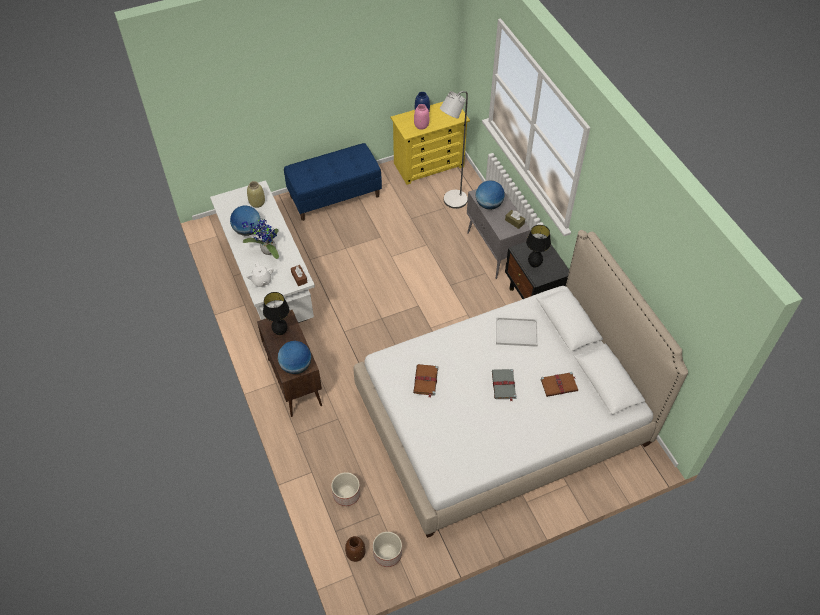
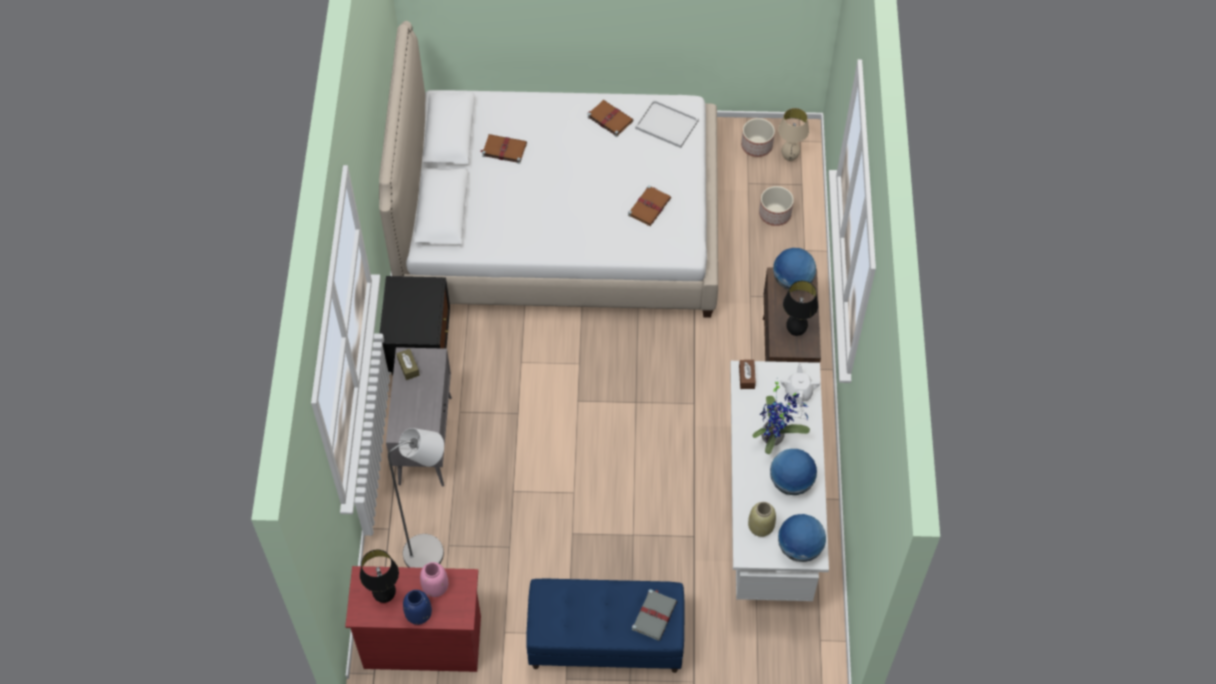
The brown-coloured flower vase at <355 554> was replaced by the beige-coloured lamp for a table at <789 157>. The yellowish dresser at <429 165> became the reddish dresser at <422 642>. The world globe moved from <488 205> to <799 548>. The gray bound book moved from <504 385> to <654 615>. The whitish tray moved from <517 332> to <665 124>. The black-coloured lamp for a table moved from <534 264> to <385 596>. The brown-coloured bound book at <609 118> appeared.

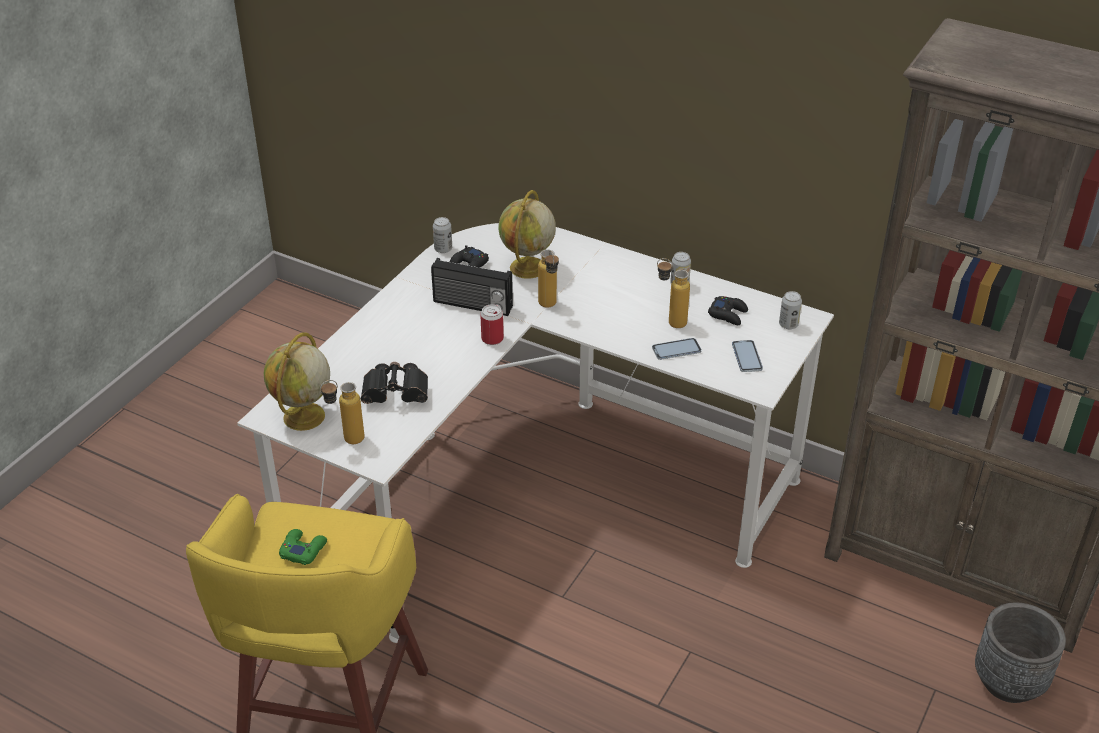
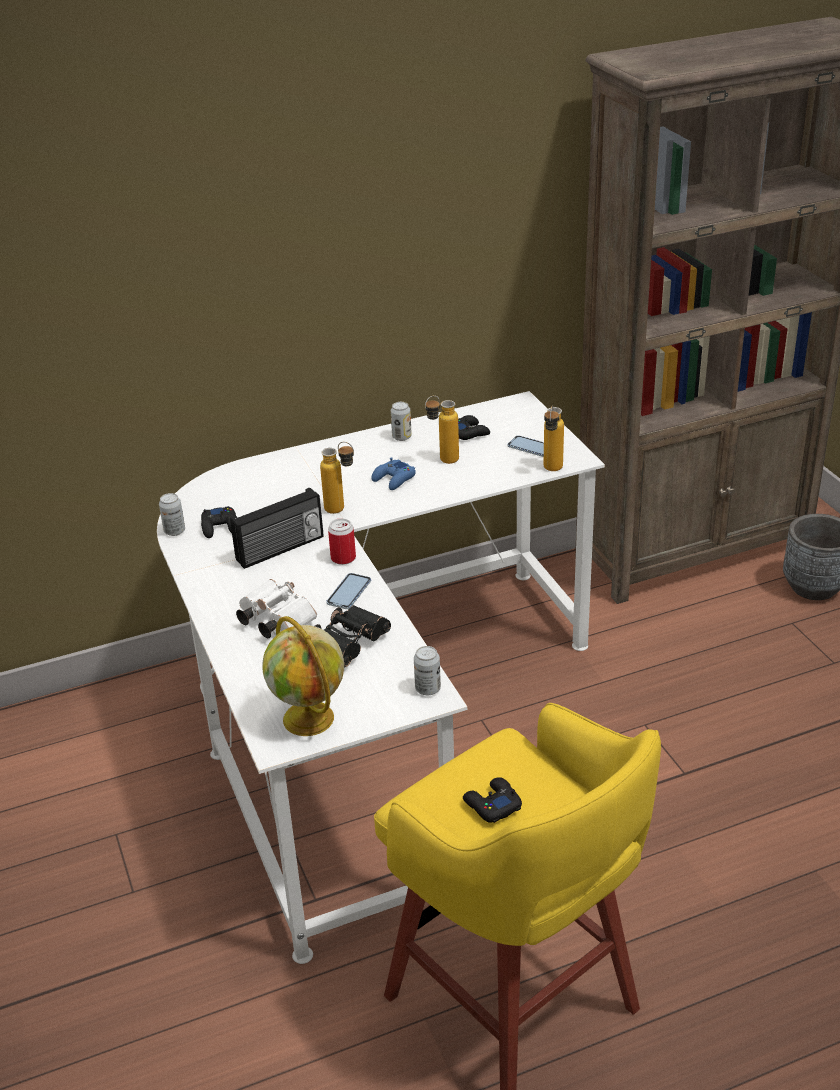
The green game controller at <303 550> became the black-coloured game controller at <492 805>. The beverage bottle moved from <346 441> to <551 471>. The world globe at <527 268> disappeared. The phone moved from <676 350> to <349 592>. The can moved from <788 324> to <428 689>. The whitish binoculars at <274 620> appeared. The bluish game controller at <394 479> appeared.

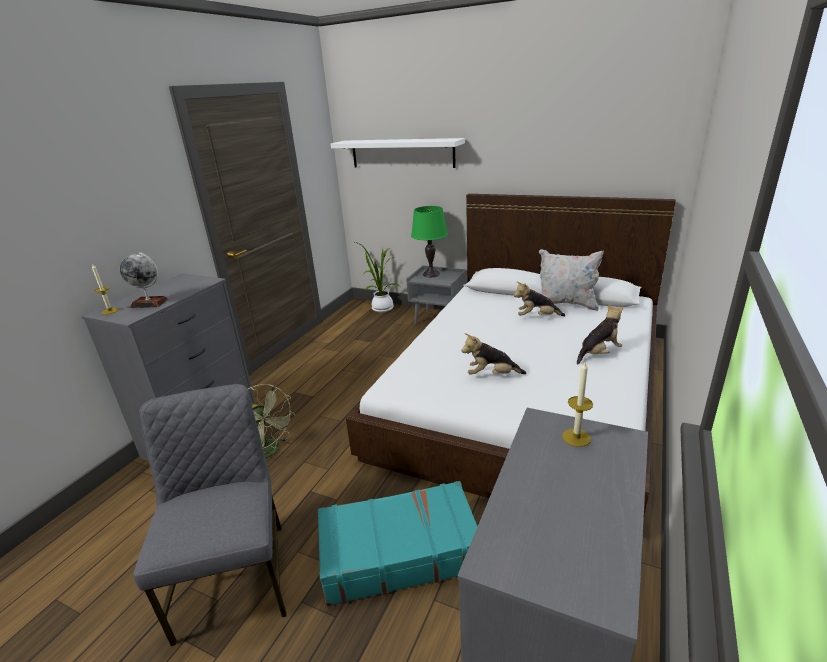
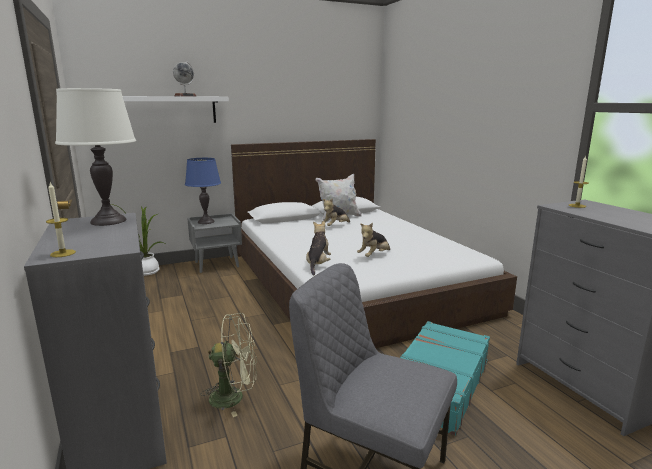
The world globe moved from <149 303> to <185 96>. The green lamp for a table at <431 274> became the bluish lamp for a table at <206 222>. The soft toy moved from <598 353> to <318 265>. The whitish lamp for a table at <108 221> appeared.

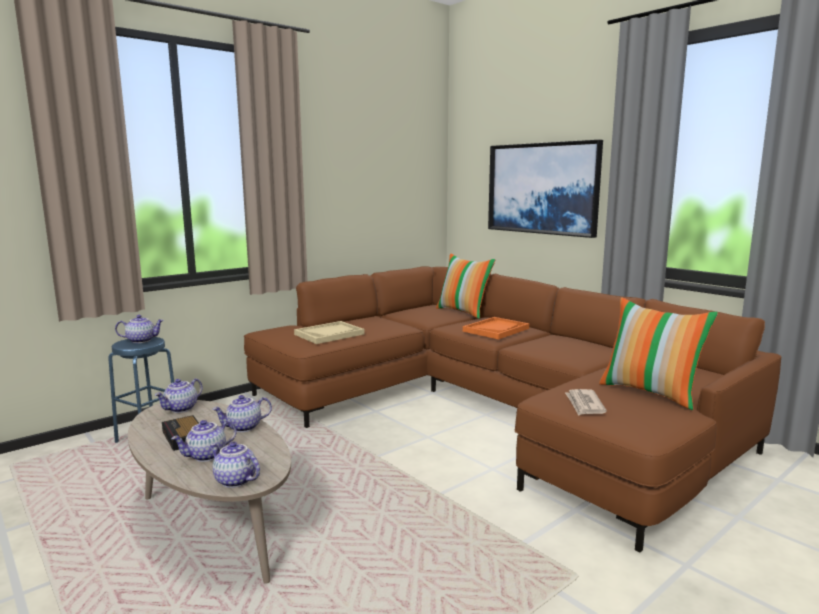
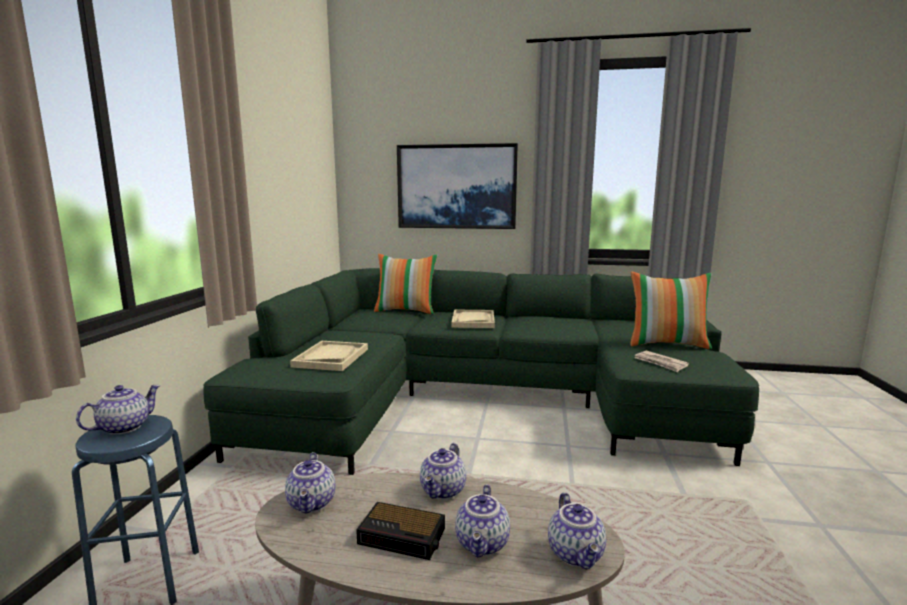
The tea pot at <234 481> turned 90 degrees counterclockwise. The brown-coloured settee at <487 409> became the green settee at <480 397>. The orangey tray at <496 330> became the beige-coloured tray at <473 320>.

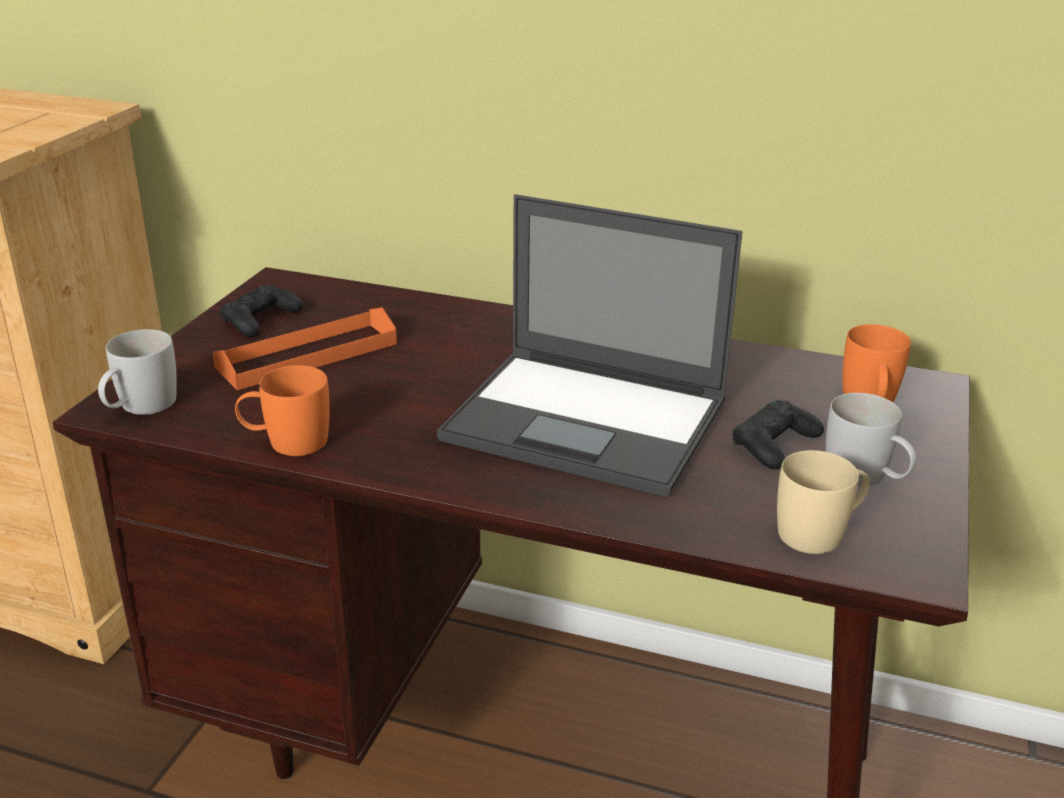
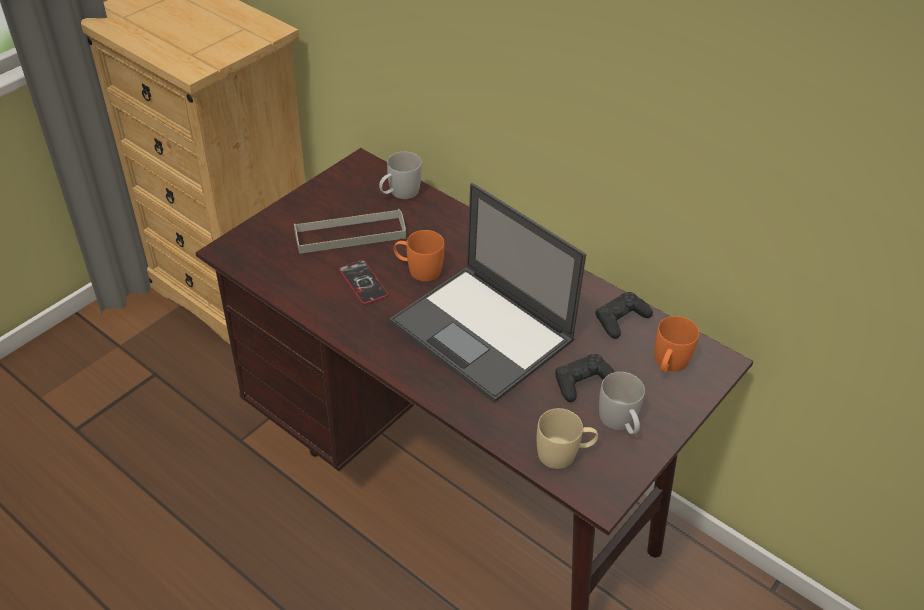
The whitish coffee mug moved from <140 407> to <399 193>. The orangey tray at <307 355> became the gray tray at <350 235>. The black-coloured game controller moved from <260 320> to <621 319>. The orangey coffee mug moved from <286 442> to <418 269>. The phone at <363 283> appeared.

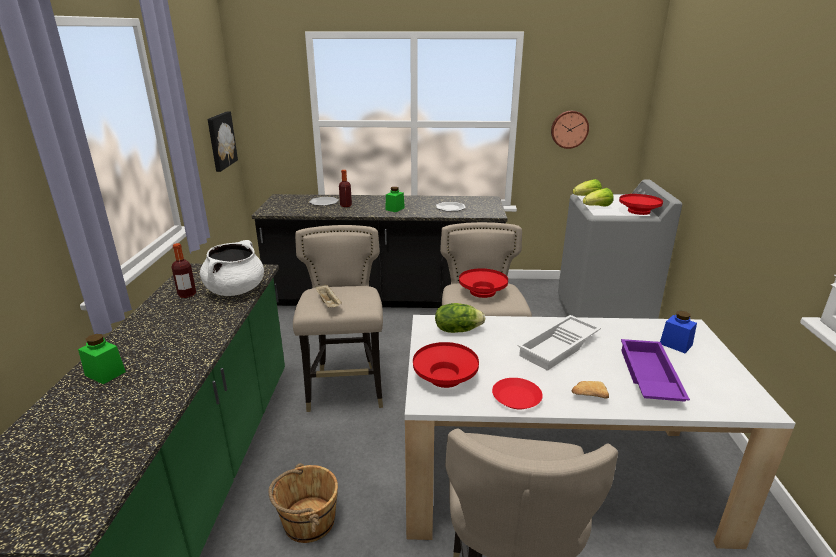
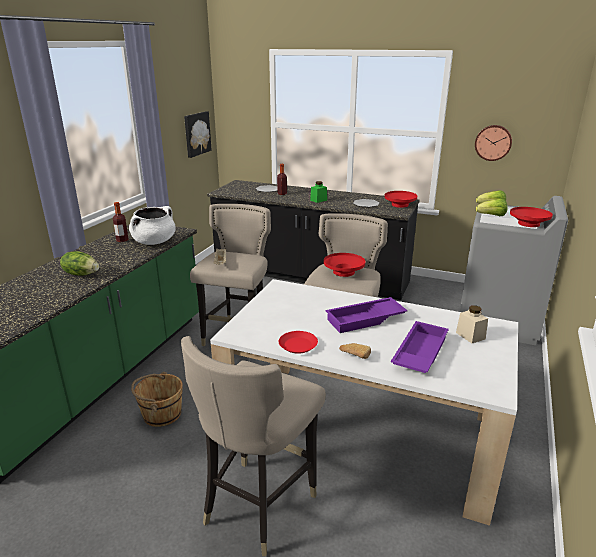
The green storage jar at <105 373> disappeared. The reddish deep dish moved from <445 377> to <399 205>. The lettuce moved from <457 330> to <81 274>. The whitish tray at <559 347> became the purple-coloured tray at <365 320>. The bluish storage jar at <675 344> became the beige-coloured storage jar at <470 336>.

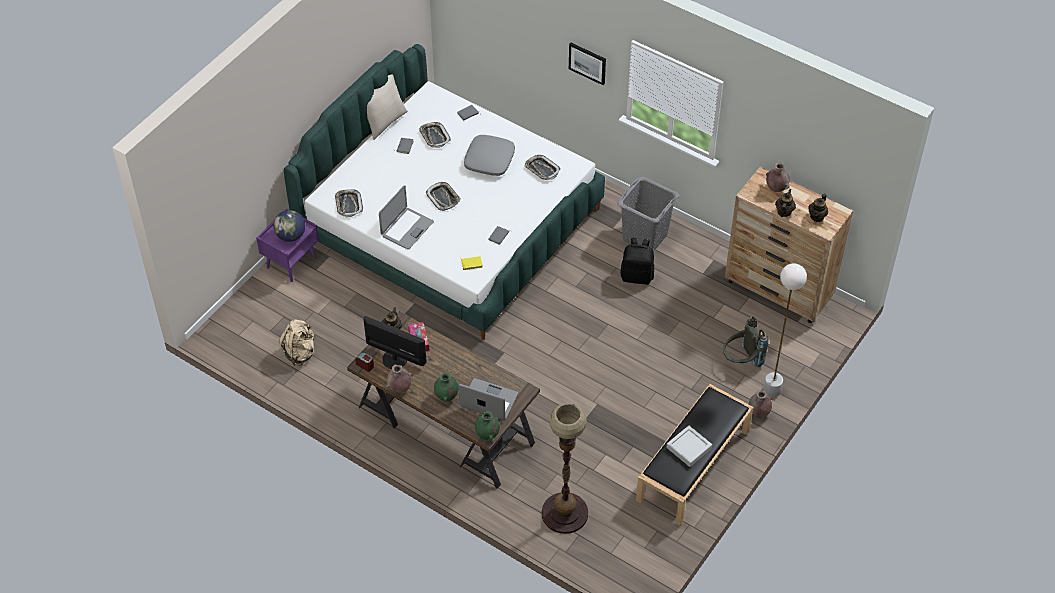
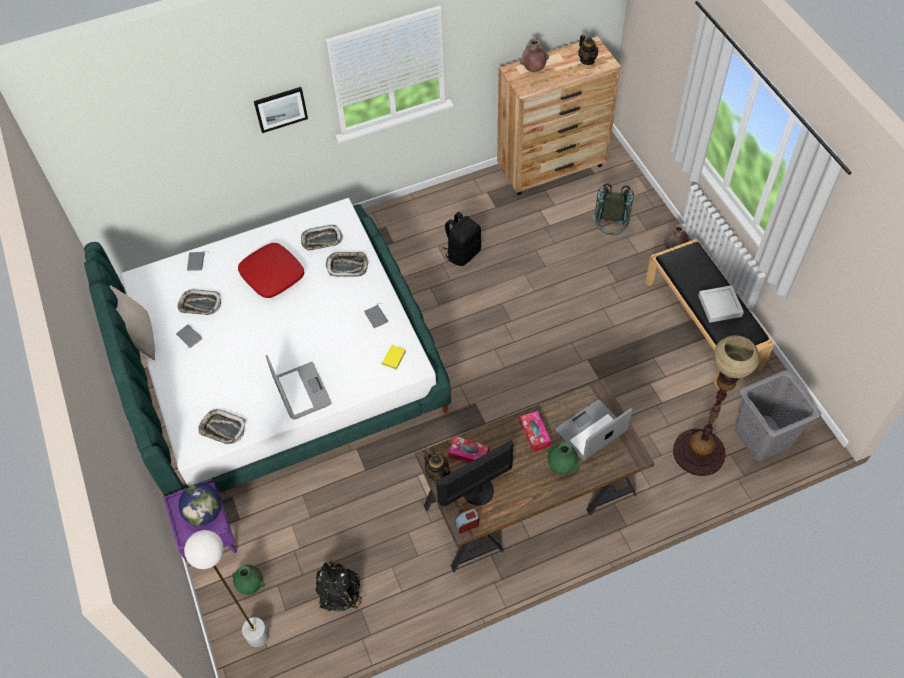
The beige-coloured knapsack at <300 353> became the black-coloured knapsack at <339 593>. The brown-coloured flower vase at <399 388> disappeared. The tray moved from <443 198> to <347 266>. The gray cushion at <489 160> became the reddish cushion at <272 275>. The green flower vase moved from <487 435> to <251 585>. The gray hamper moved from <645 237> to <763 438>. The whitish standard lamp moved from <772 390> to <257 636>. The tea pot at <784 212> disappeared. The tissue holder at <534 434> appeared.

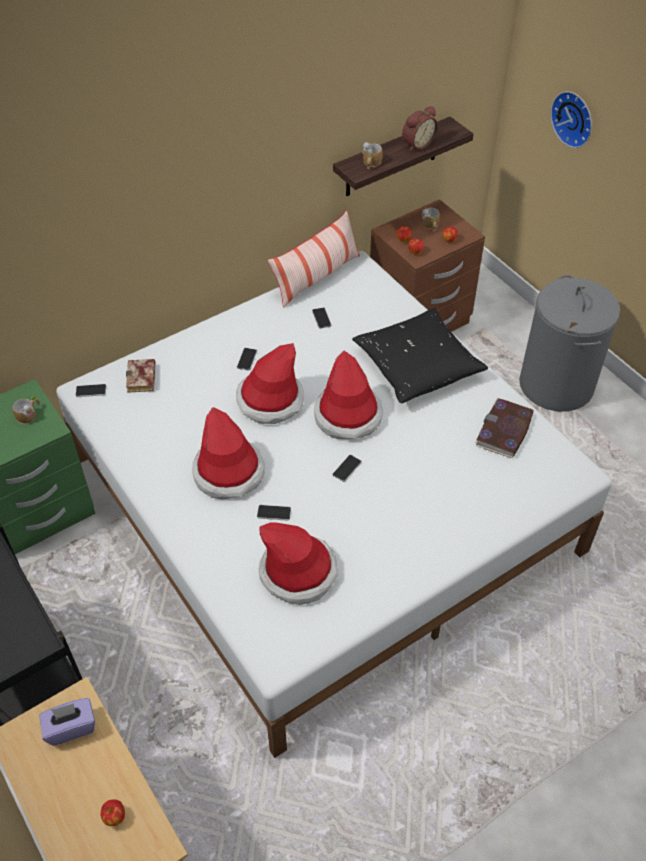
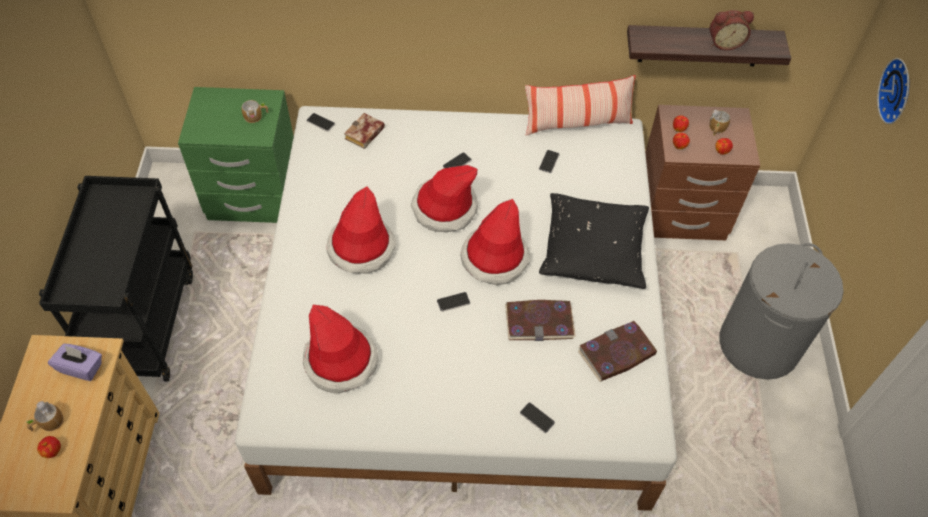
The phone moved from <274 513> to <537 418>. The coffee mug moved from <371 163> to <47 423>. The bound book at <539 322> appeared.

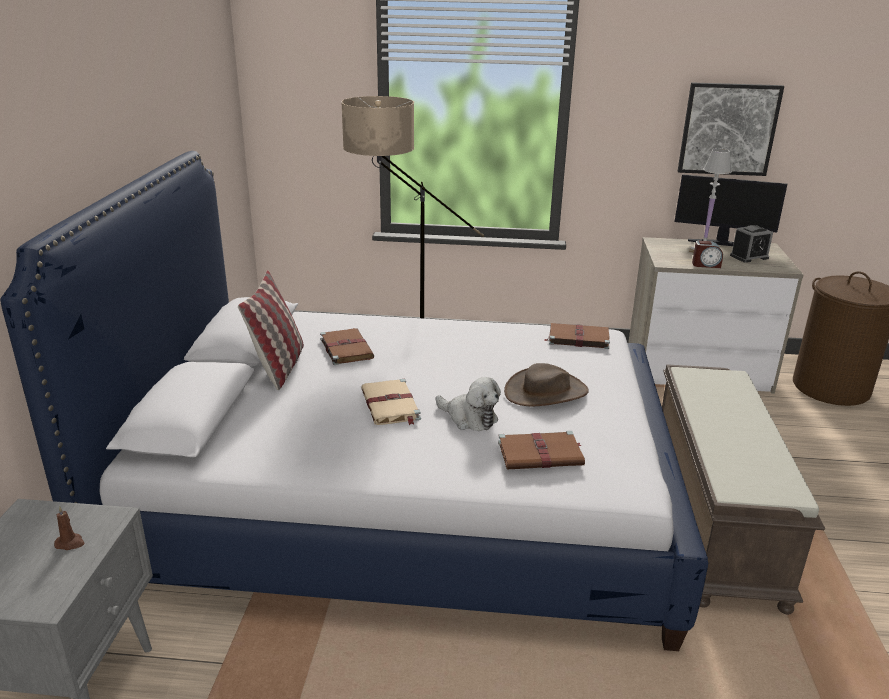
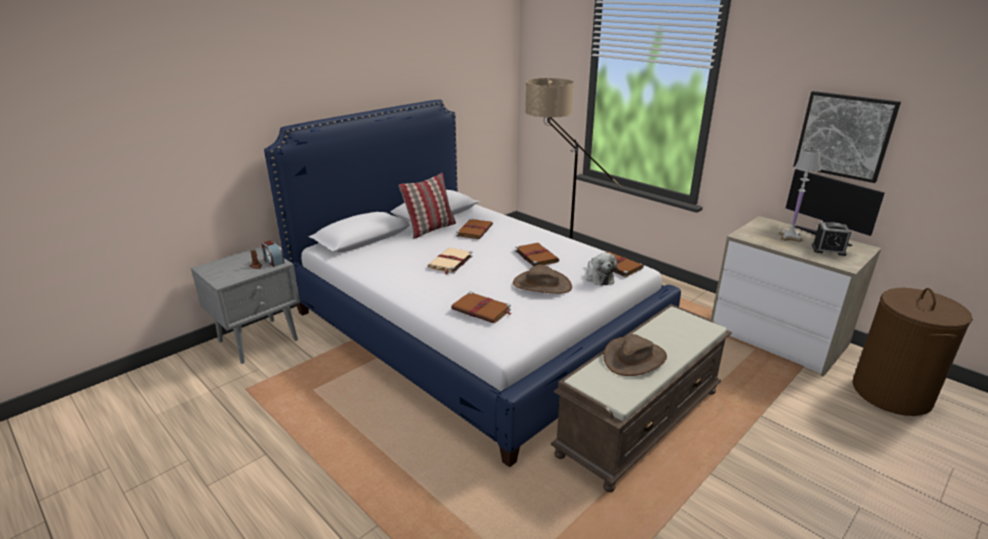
The soft toy moved from <469 418> to <599 277>. The bedside clock moved from <706 265> to <273 261>. The brown-coloured bound book at <536 256> appeared. The brown-coloured wearable hat at <634 358> appeared.

